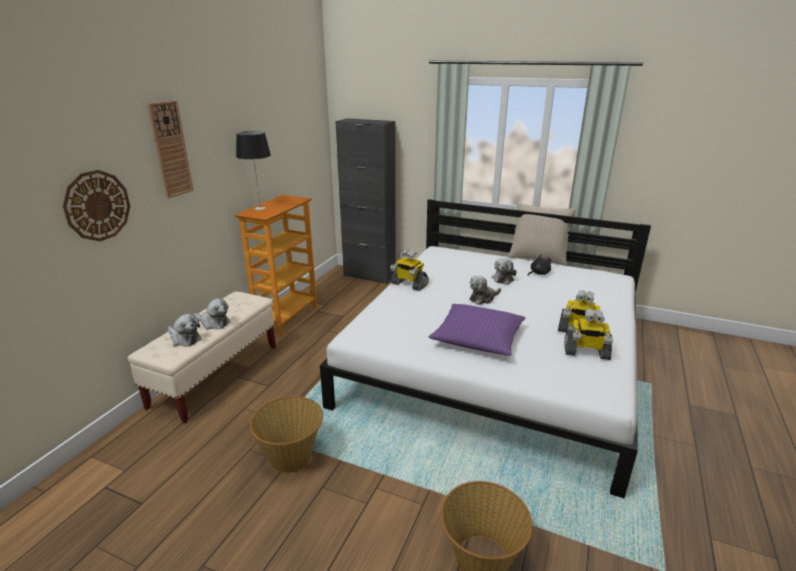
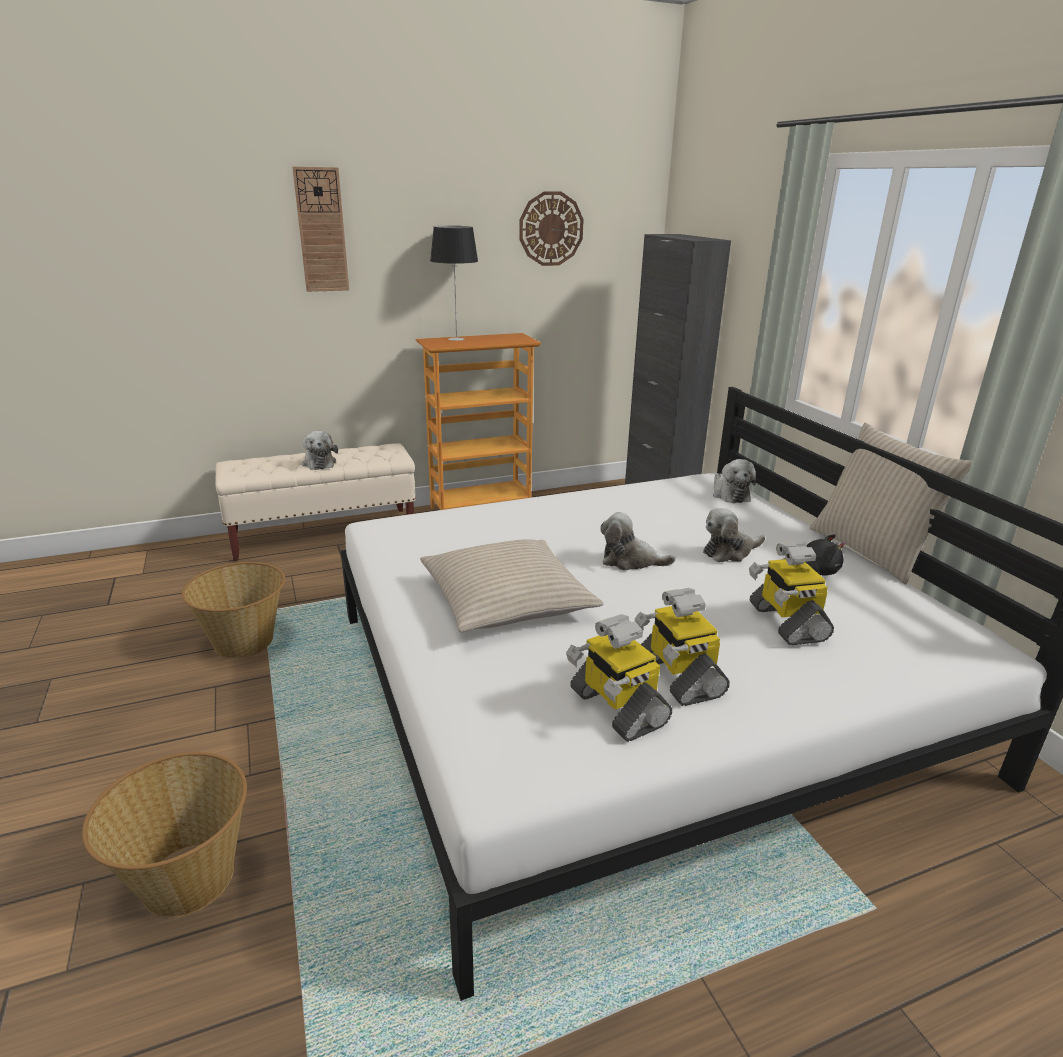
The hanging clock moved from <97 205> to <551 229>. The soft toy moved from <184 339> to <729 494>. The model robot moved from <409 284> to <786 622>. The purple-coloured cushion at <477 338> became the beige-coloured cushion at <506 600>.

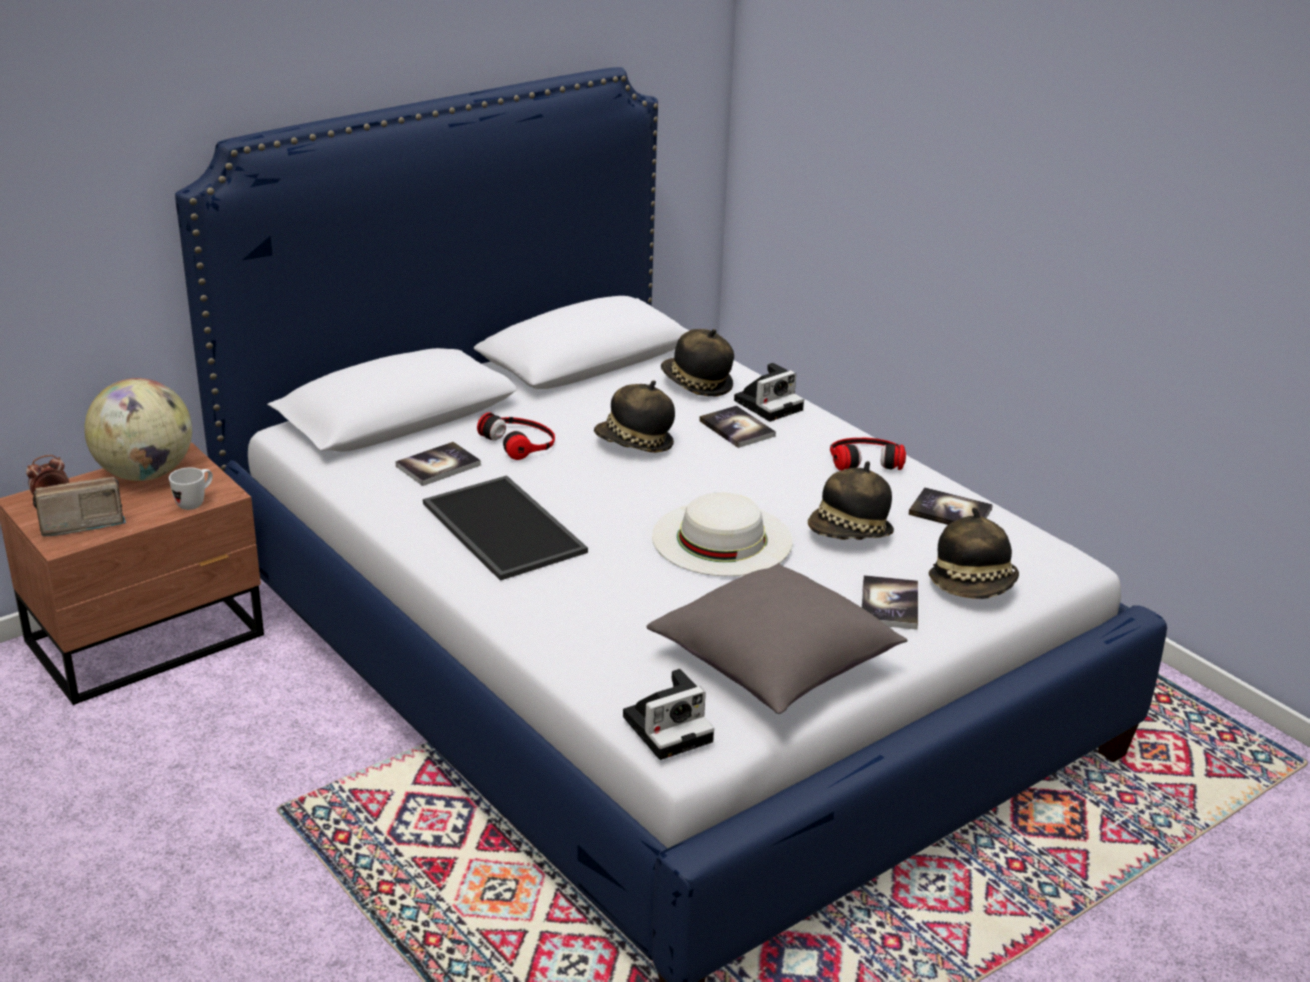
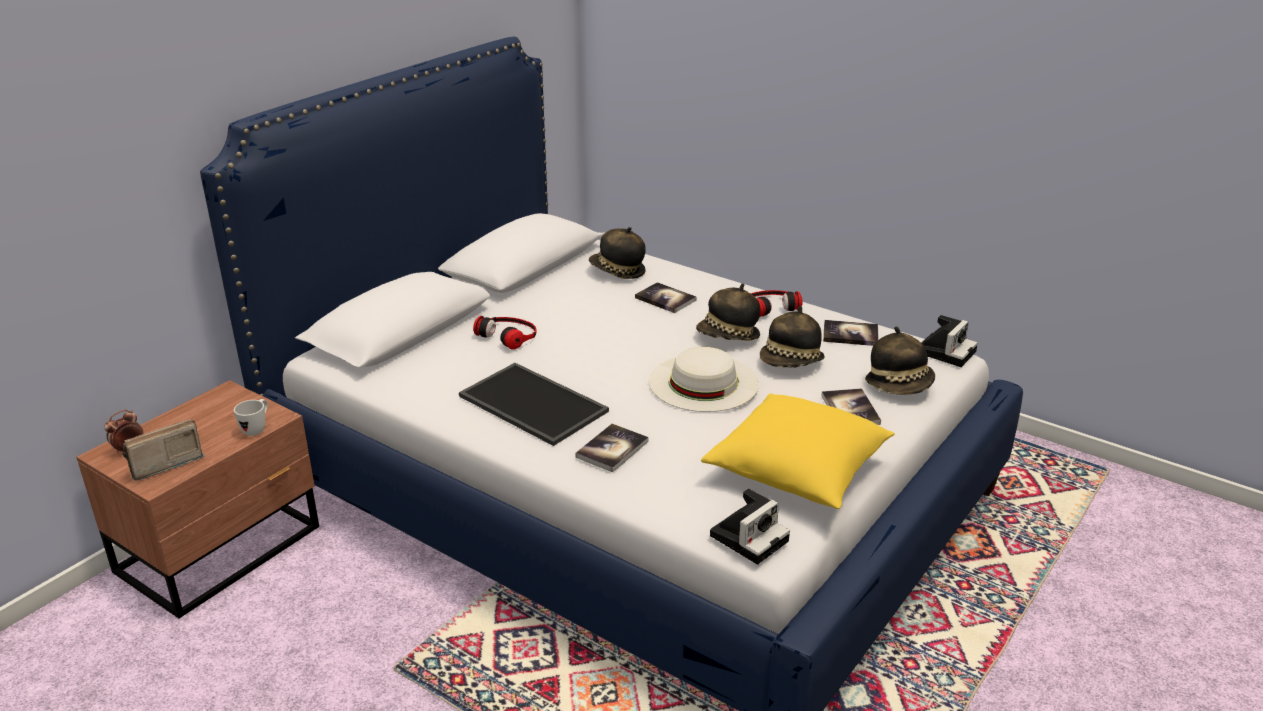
The world globe at <145 474> disappeared. The bound book moved from <438 466> to <612 449>. The wearable hat moved from <634 444> to <728 337>. The gray cushion at <775 667> became the yellowish cushion at <798 473>. The still camera moved from <769 404> to <946 351>.

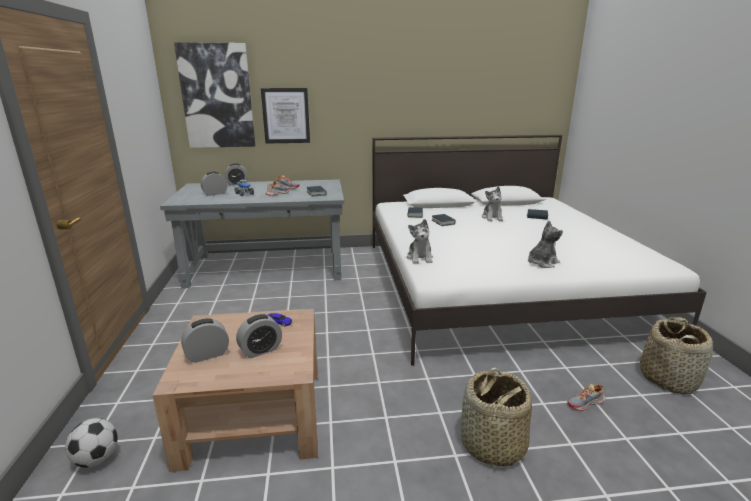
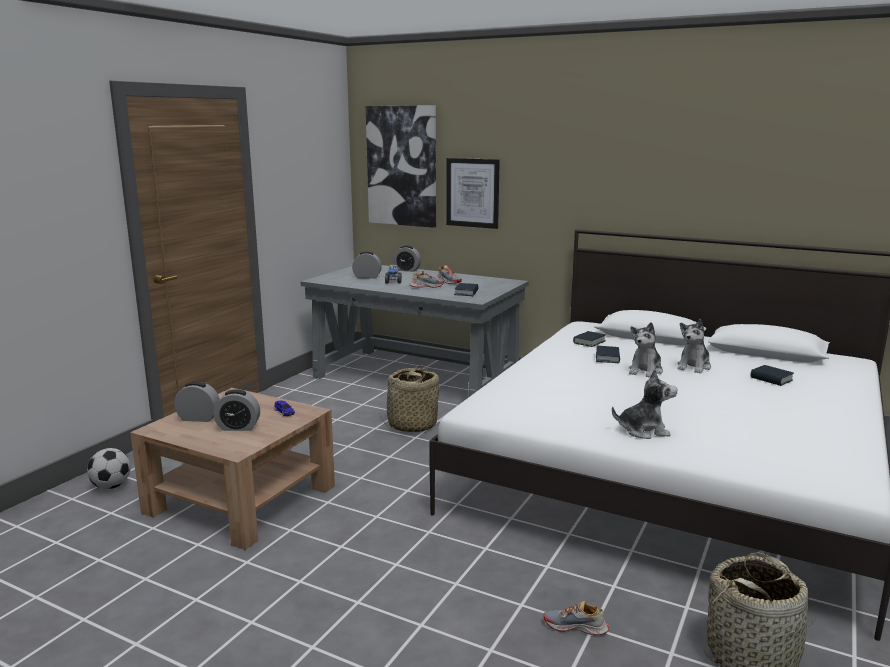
The soft toy moved from <420 257> to <645 371>. The household basket moved from <492 445> to <412 425>.

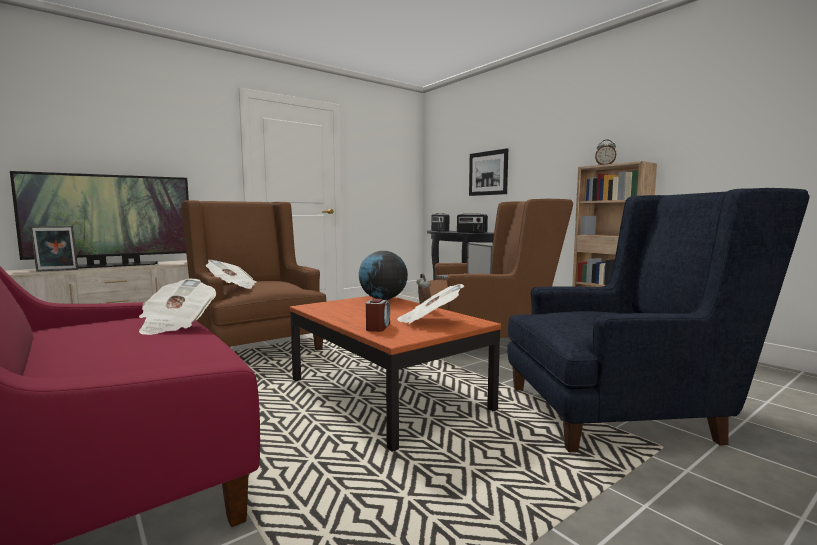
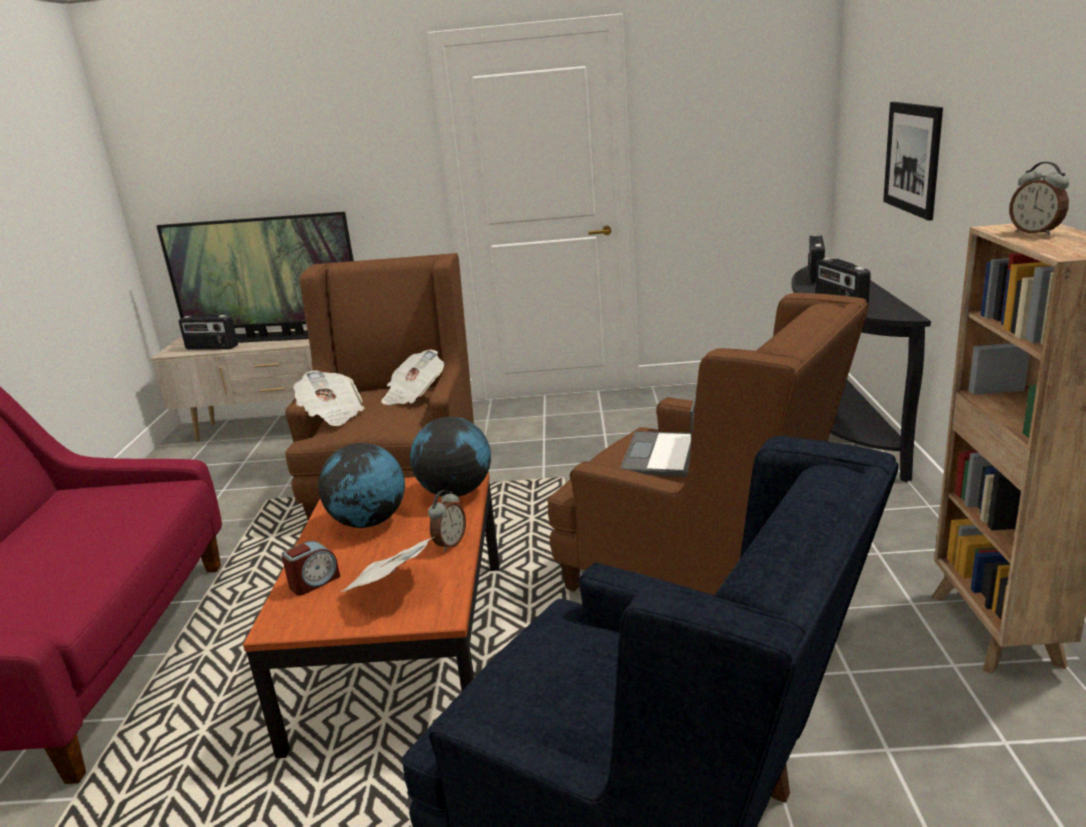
The standing frame at <57 270> was replaced by the radio at <211 348>. The printed paper moved from <176 325> to <413 395>. The world globe at <369 522> appeared.

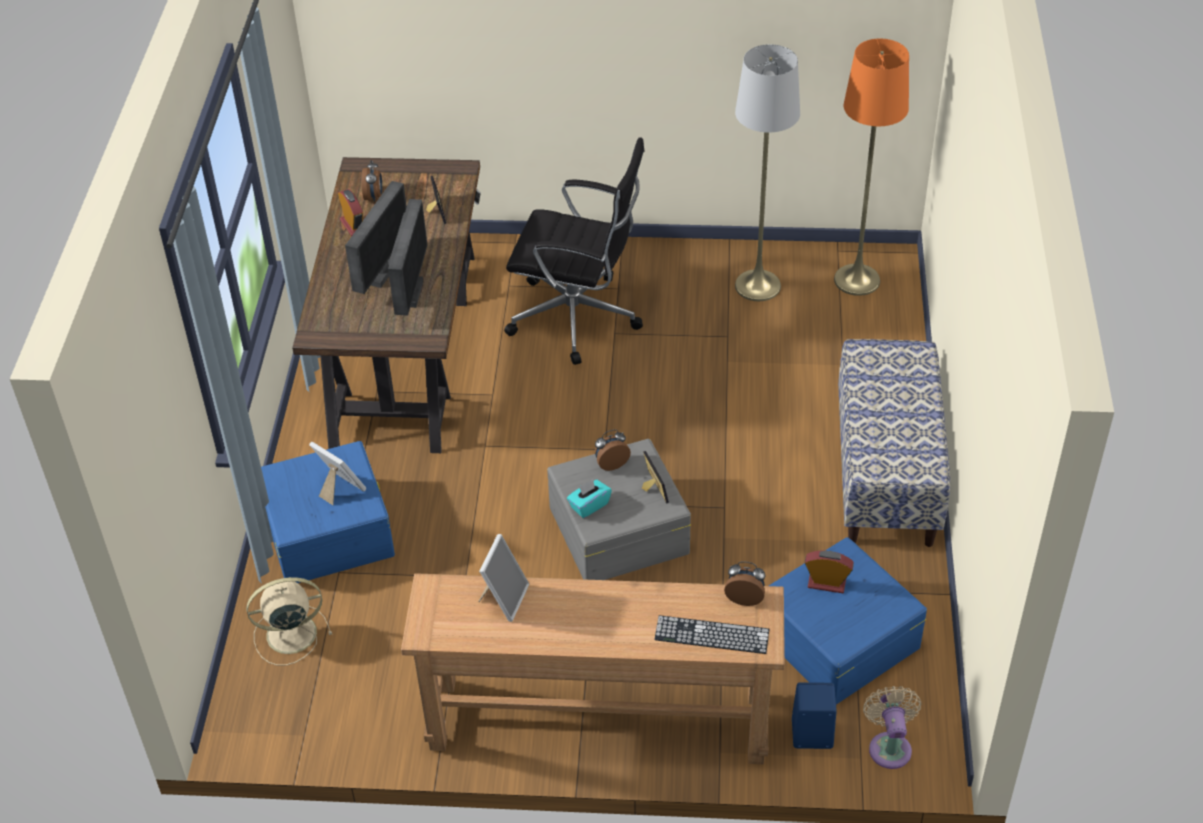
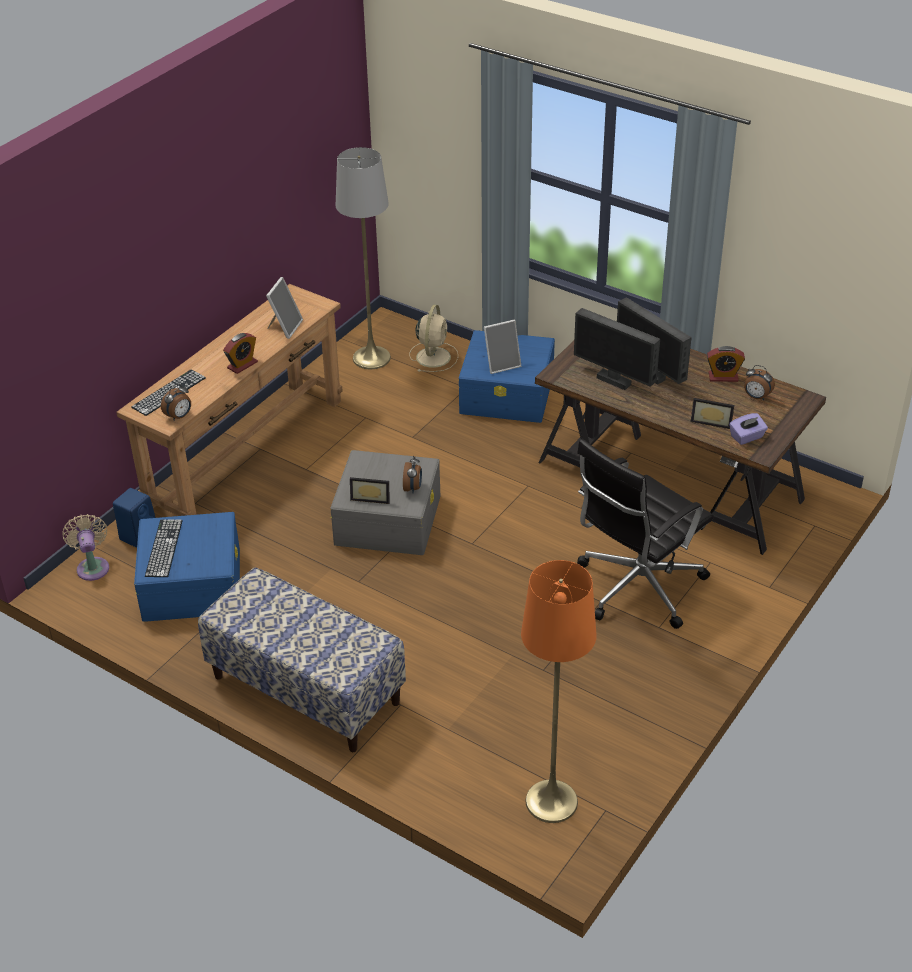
The standing frame at <503 598> turned 120 degrees counterclockwise. The turquoise tissue holder at <589 505> disappeared. The gray standard lamp moved from <757 285> to <371 358>. The bedside clock moved from <826 583> to <242 365>. The beige-coloured fan at <889 746> turned 135 degrees counterclockwise. The keyboard at <164 548> appeared. The purple-coloured tissue holder at <747 437> appeared.

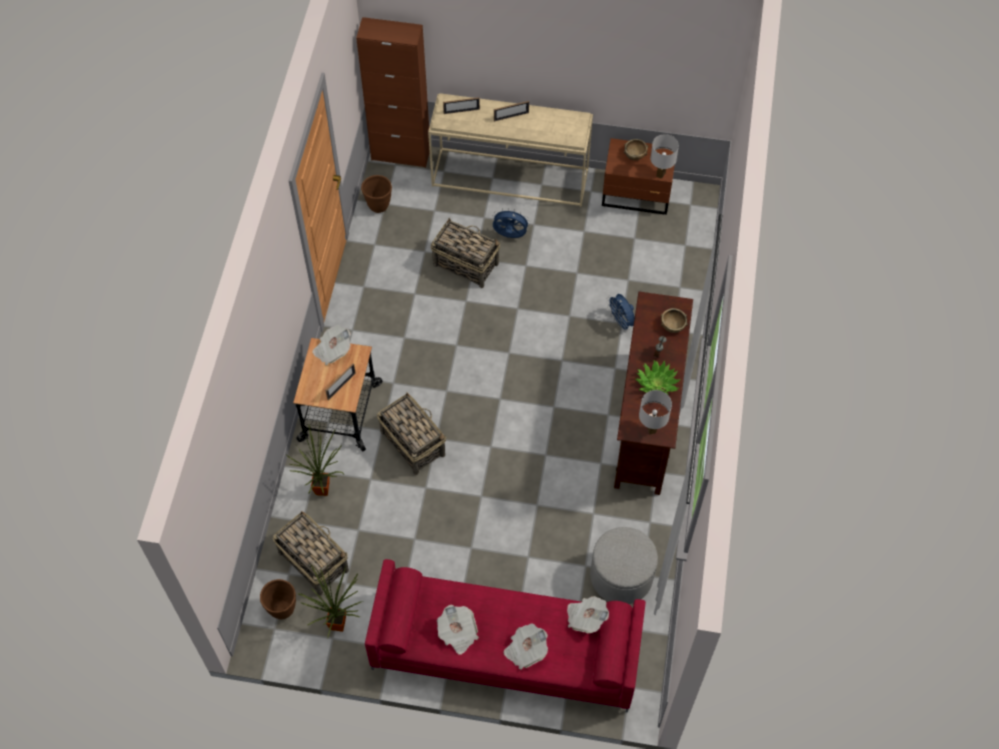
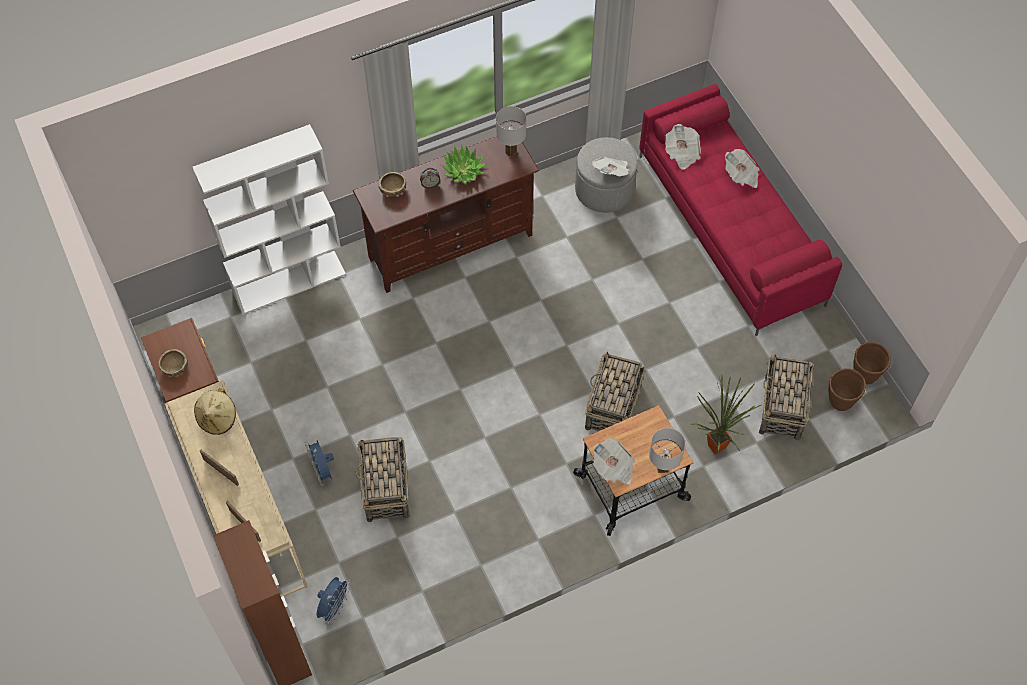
The potted plant at <339 622> disappeared. The standing frame at <341 386> disappeared. The brown-coloured planter moved from <378 206> to <864 376>. The printed paper moved from <458 633> to <611 172>. The bluish fan moved from <621 322> to <334 607>. The whitish lamp for a table moved from <660 174> to <662 469>. The whitish shelving unit at <289 282> appeared. The beige-coloured wearable hat at <218 418> appeared.

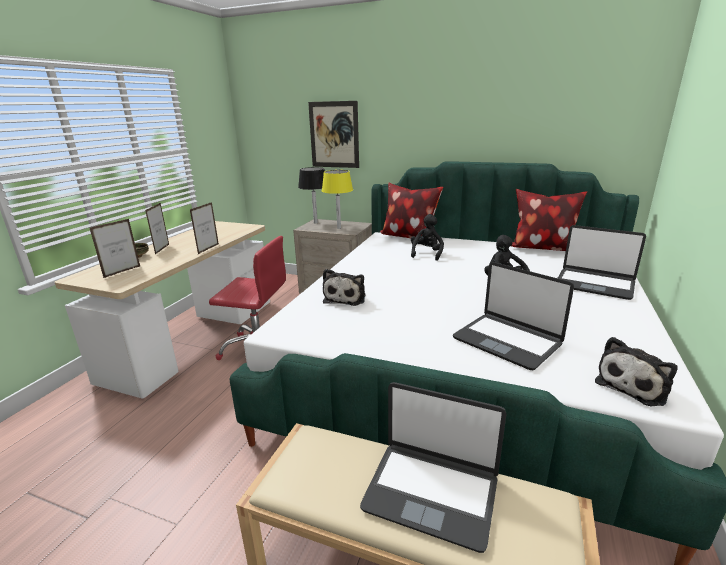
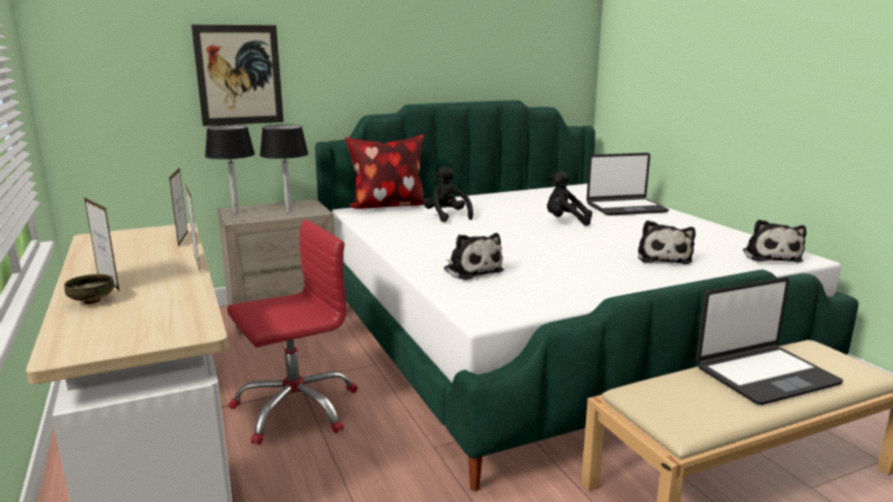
The standing frame moved from <122 272> to <183 239>. The yellowish lamp for a table at <339 228> became the black-coloured lamp for a table at <288 211>. The laptop at <507 341> was replaced by the soft toy at <663 258>. The cushion at <542 248> disappeared.

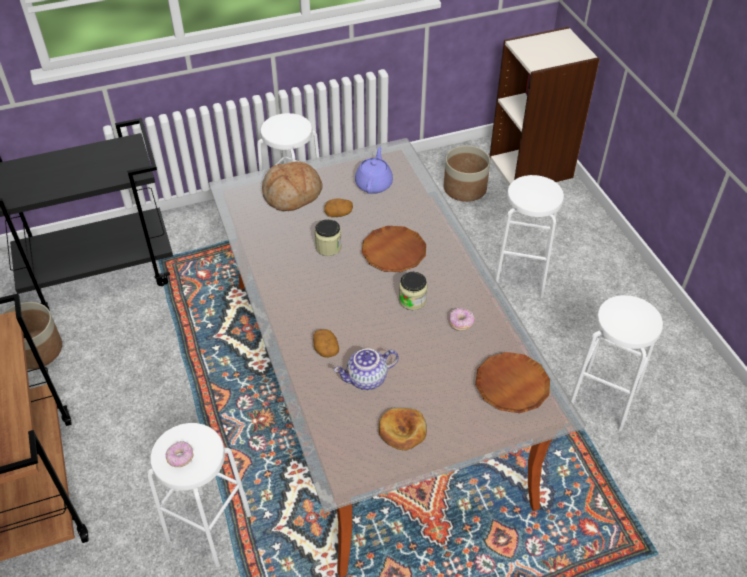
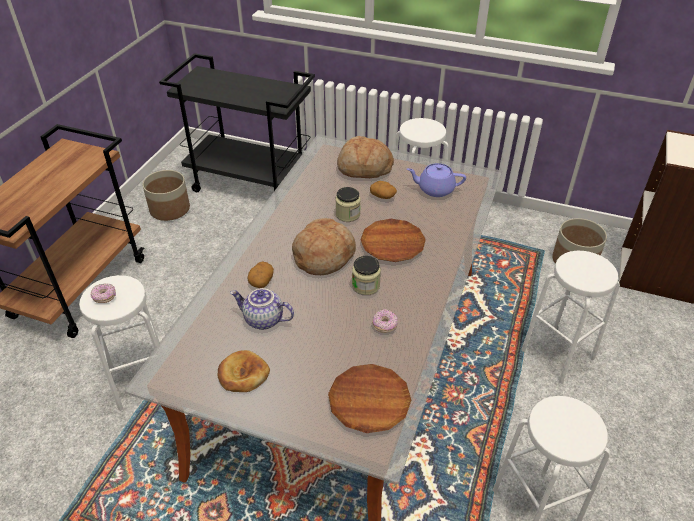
The purple-coloured tea pot at <374 184> turned 135 degrees counterclockwise. The baked bread at <323 255> appeared.

